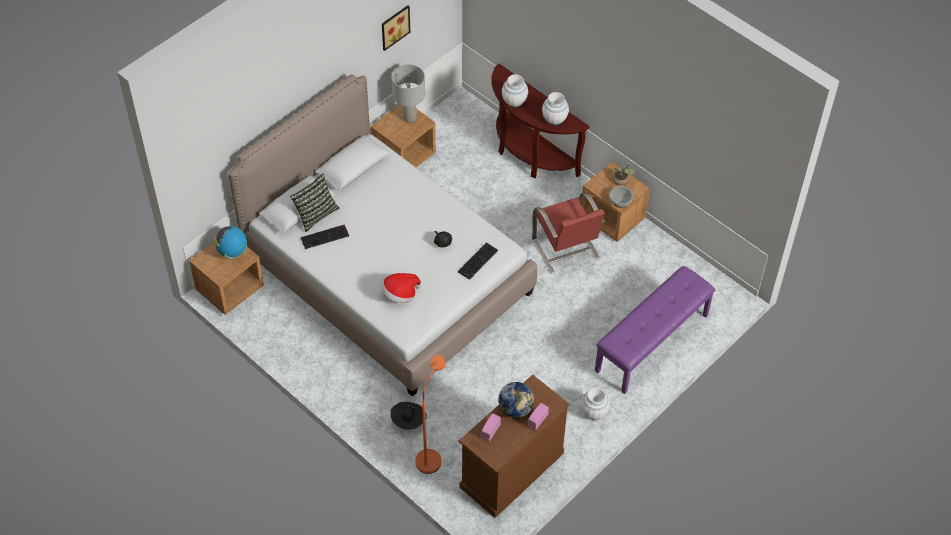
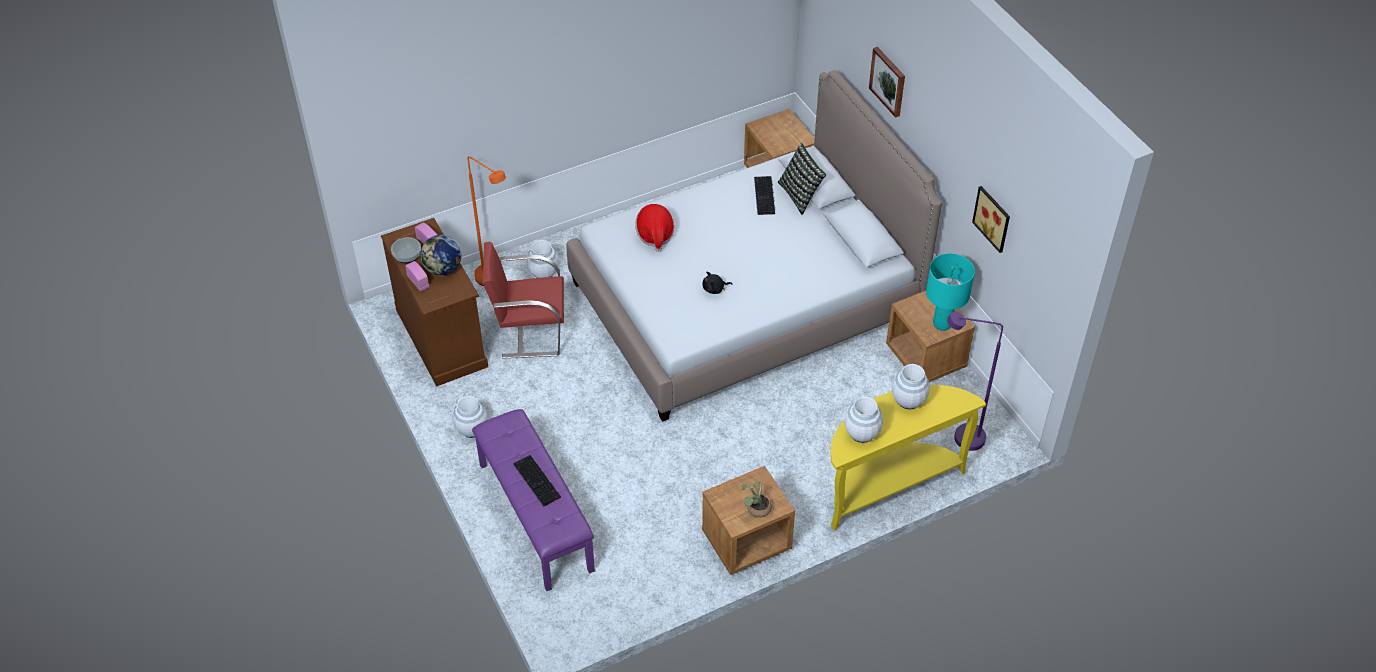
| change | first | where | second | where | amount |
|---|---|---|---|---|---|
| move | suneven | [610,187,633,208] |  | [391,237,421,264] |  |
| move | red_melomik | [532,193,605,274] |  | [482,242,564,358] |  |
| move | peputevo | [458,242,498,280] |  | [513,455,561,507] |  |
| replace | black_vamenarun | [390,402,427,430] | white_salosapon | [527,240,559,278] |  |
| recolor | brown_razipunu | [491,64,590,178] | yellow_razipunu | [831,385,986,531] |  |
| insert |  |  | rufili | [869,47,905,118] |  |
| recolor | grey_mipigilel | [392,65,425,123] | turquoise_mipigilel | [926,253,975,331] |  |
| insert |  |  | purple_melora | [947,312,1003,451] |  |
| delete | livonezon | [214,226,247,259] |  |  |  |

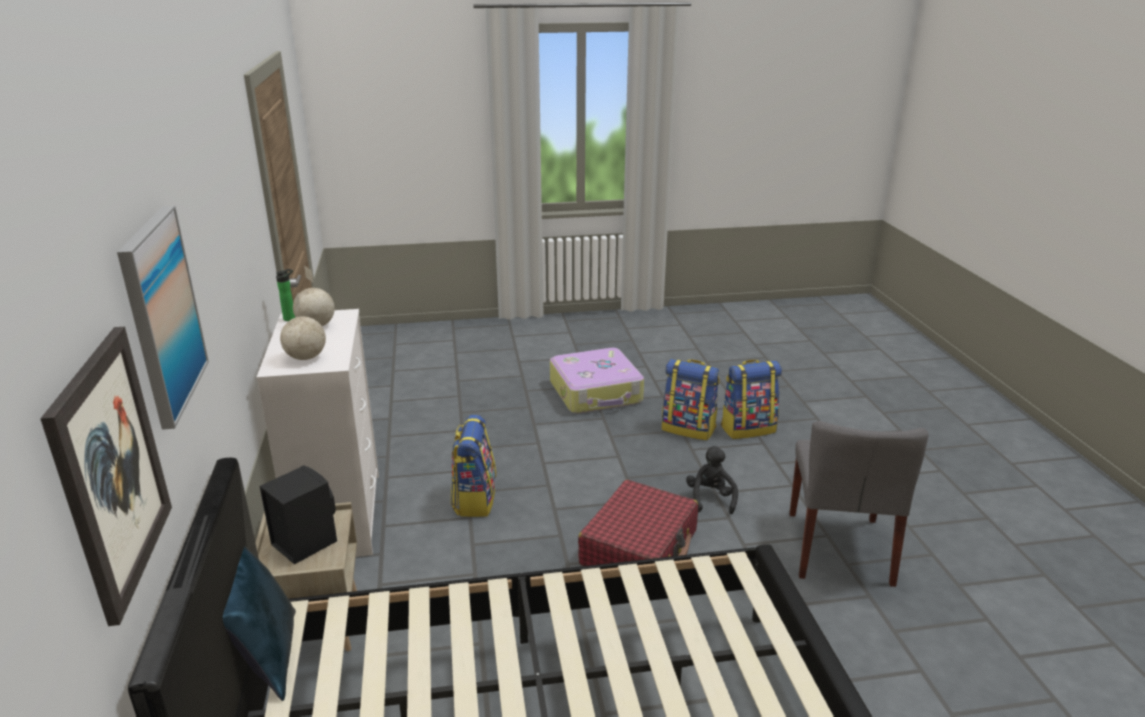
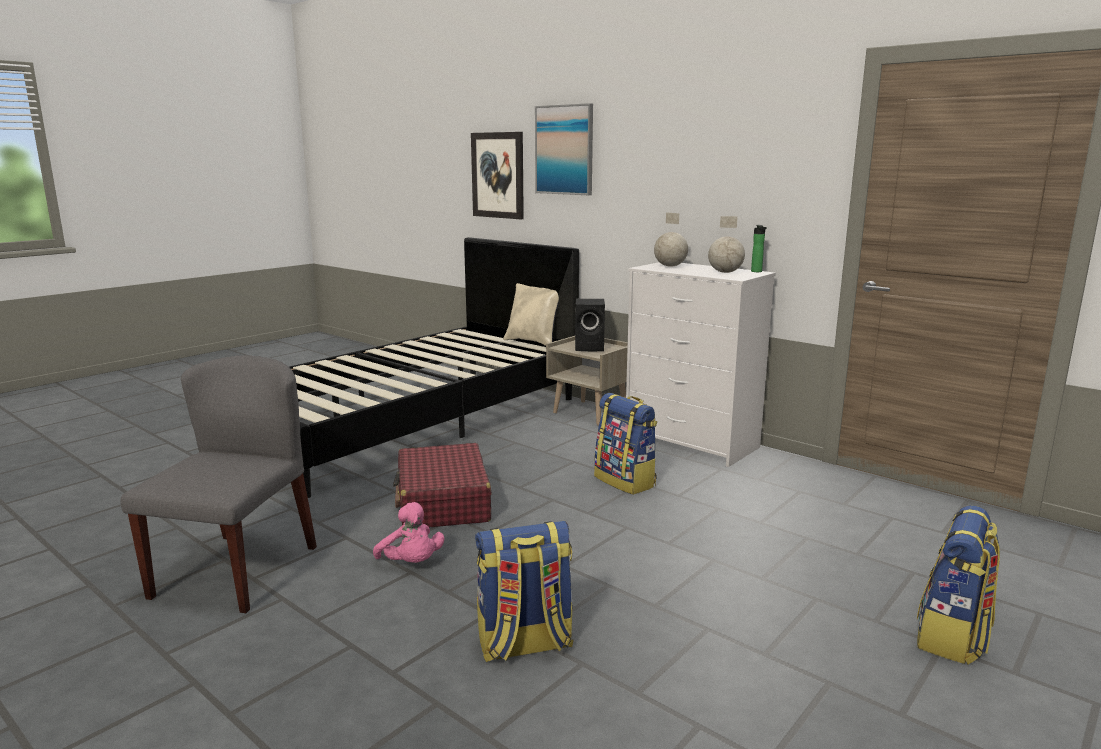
| change | first | where | second | where | amount |
|---|---|---|---|---|---|
| rotate | grey_melomik | [789,421,929,587] |  | [121,355,317,613] | 45 degrees clockwise |
| recolor | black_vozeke | [686,446,738,514] | pink_vozeke | [373,502,445,563] |  |
| recolor | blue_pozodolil | [223,547,296,701] | beige_pozodolil | [503,283,559,346] |  |
| move | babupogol | [721,360,782,439] |  | [917,505,1001,665] |  |
| delete | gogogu | [550,348,644,413] |  |  |  |

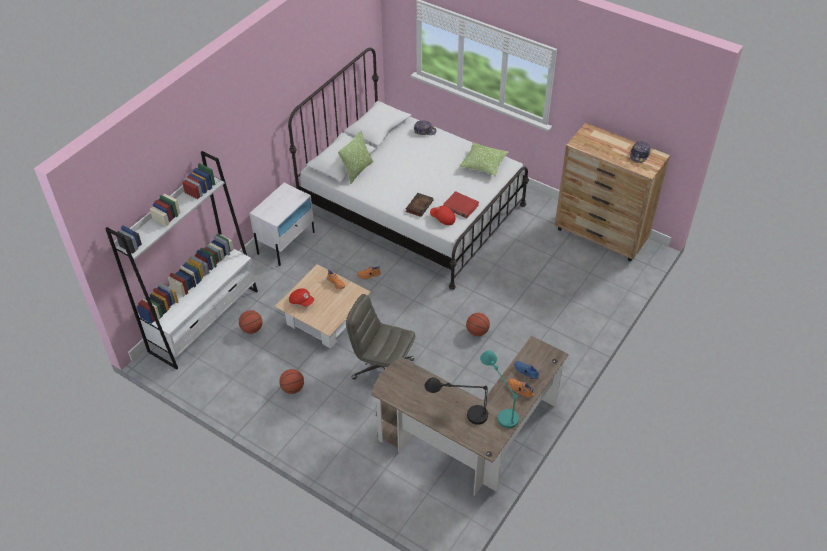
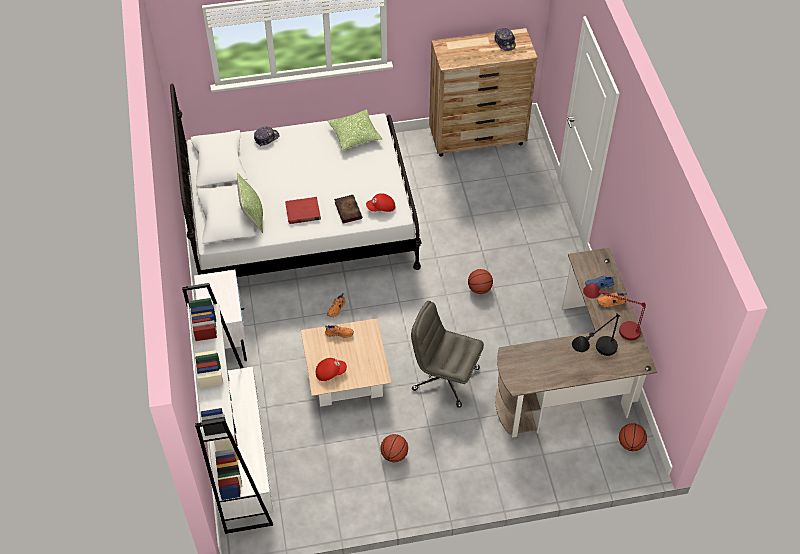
| change | first | where | second | where | amount |
|---|---|---|---|---|---|
| move | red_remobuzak | [443,191,479,218] |  | [285,197,321,224] |  |
| rotate | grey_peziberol | [346,294,415,380] |  | [411,301,484,408] | 45 degrees clockwise |
| recolor | turquoise_mipigilel | [480,350,519,429] | red_mipigilel | [583,283,646,341] |  |
| move | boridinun | [239,310,262,334] |  | [619,423,647,451] |  |

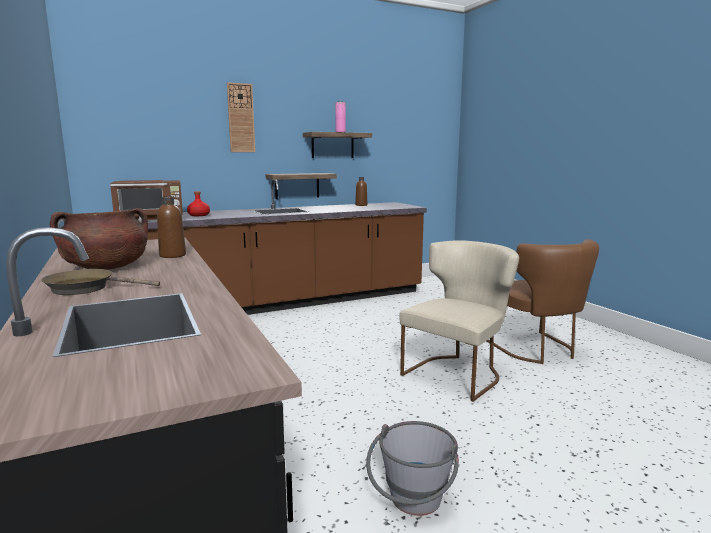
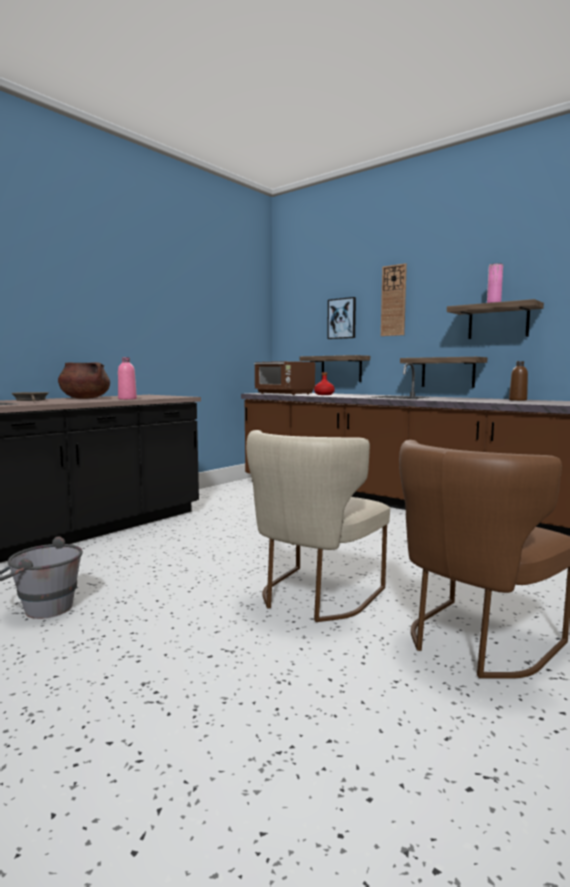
| change | first | where | second | where | amount |
|---|---|---|---|---|---|
| recolor | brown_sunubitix | [157,196,186,258] | pink_sunubitix | [118,357,137,400] |  |
| rotate | beige_melomik | [400,240,519,402] |  | [246,430,390,622] | 105 degrees clockwise |
| insert |  |  | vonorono | [300,355,370,382] |  |
| insert |  |  | rufili | [327,297,356,339] |  |

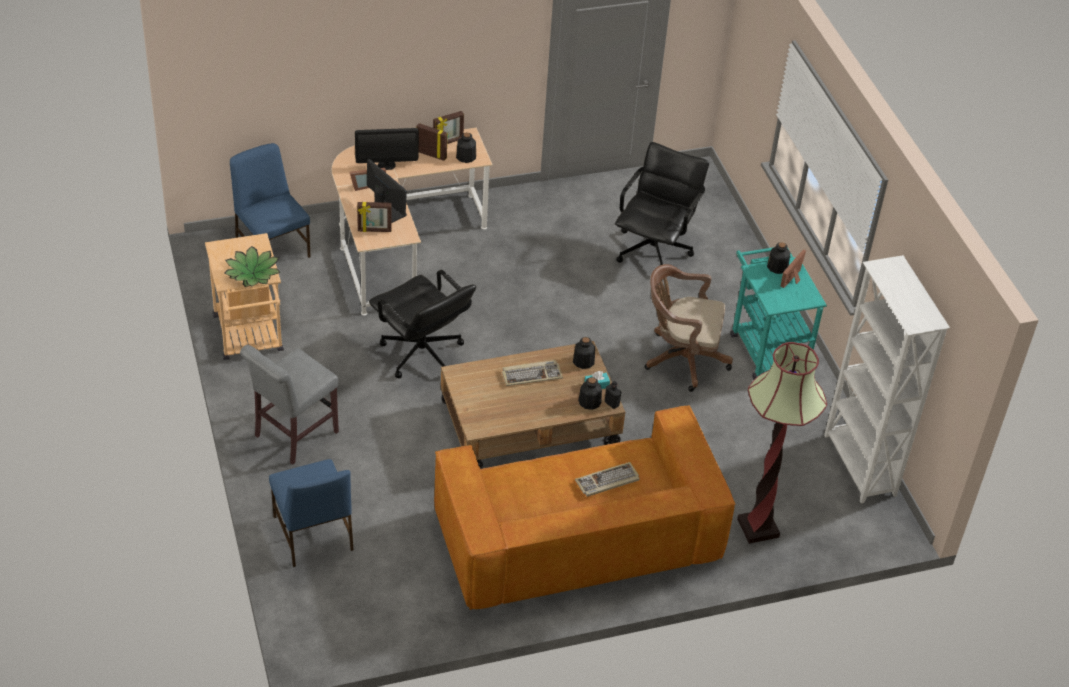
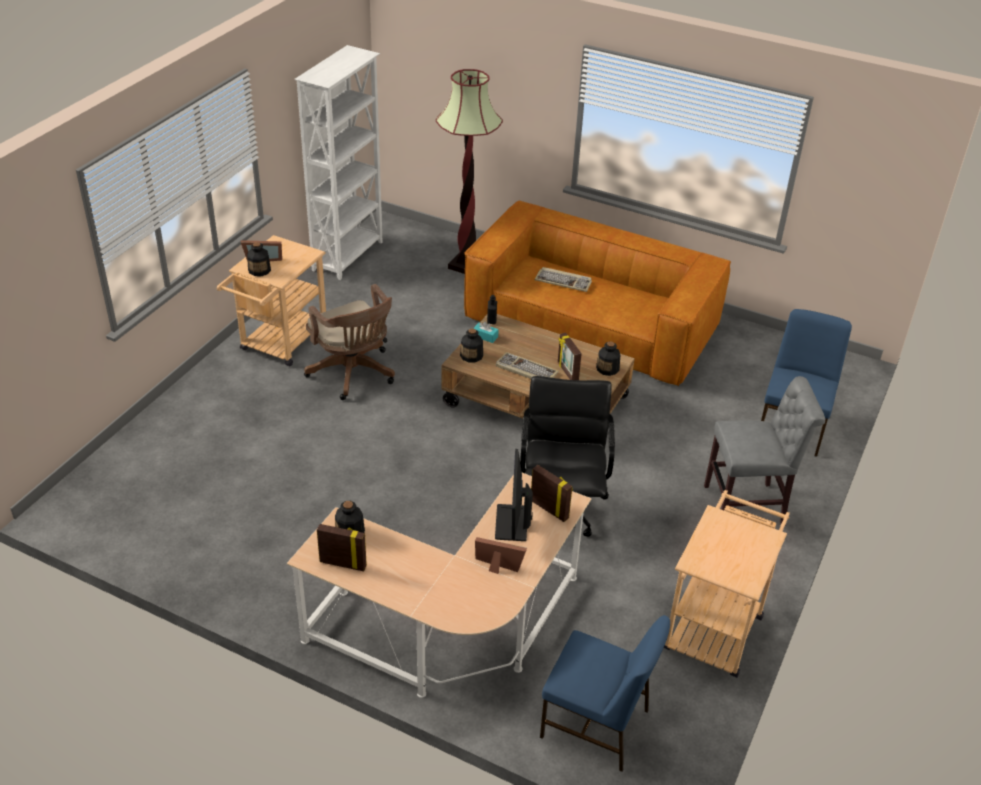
| change | first | where | second | where | amount |
|---|---|---|---|---|---|
| recolor | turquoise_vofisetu | [730,247,827,379] | beige_vofisetu | [217,235,326,367] |  |
| rotate | blue_melomik | [230,143,311,258] |  | [540,615,670,772] | 75 degrees counterclockwise |
| move | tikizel | [416,123,448,161] |  | [558,333,582,380] |  |
| move | sunubitix | [578,377,602,410] |  | [596,341,620,376] |  |
| delete | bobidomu | [224,246,280,287] |  |  |  |
| delete | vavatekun | [355,128,419,170] |  |  |  |
| delete | black_peziberol | [615,142,709,265] |  |  |  |

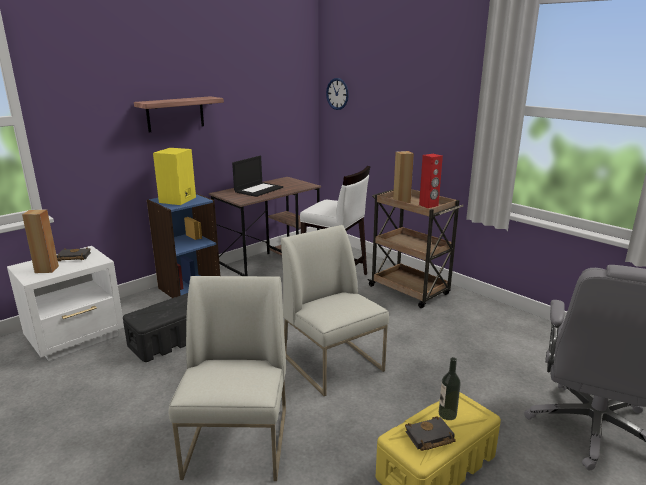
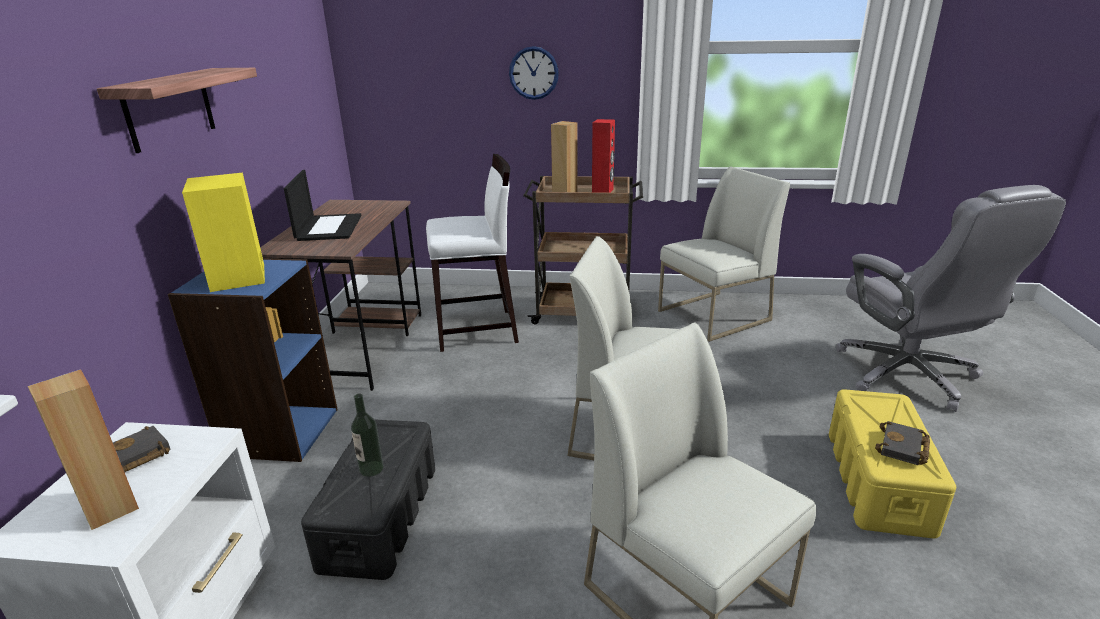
| change | first | where | second | where | amount |
|---|---|---|---|---|---|
| move | sunubitix | [439,357,461,420] |  | [351,393,384,477] |  |
| move | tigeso | [326,78,349,110] |  | [509,46,559,100] |  |
| insert |  |  | white_melomik | [658,167,790,342] |  |

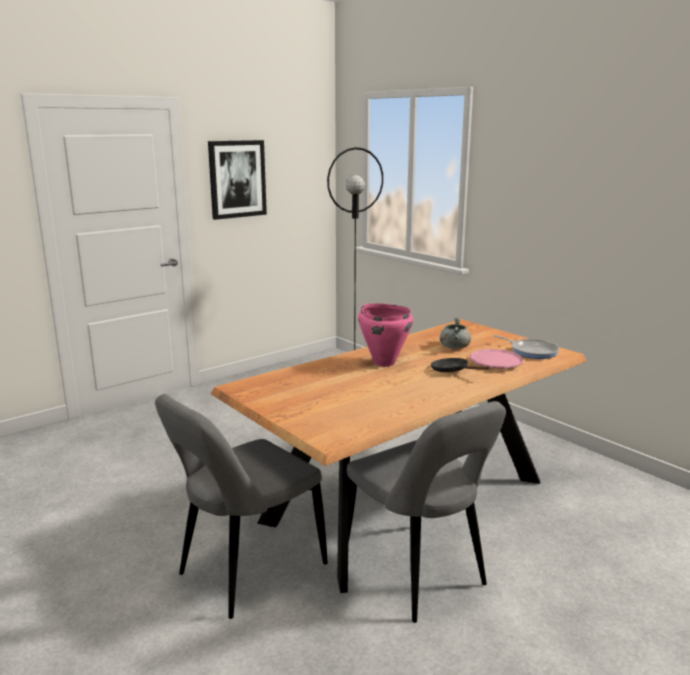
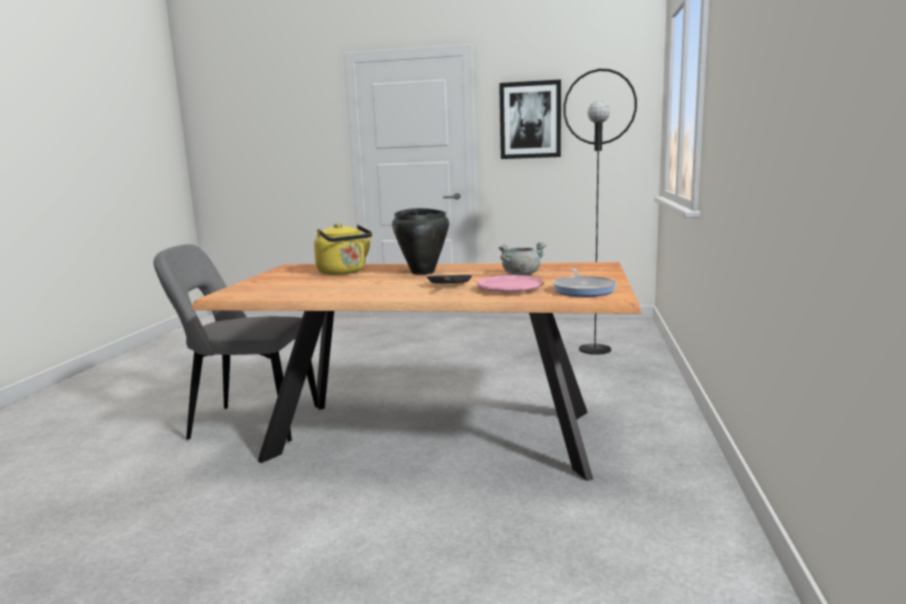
| change | first | where | second | where | amount |
|---|---|---|---|---|---|
| insert |  |  | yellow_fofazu | [314,224,372,275] |  |
| recolor | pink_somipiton | [358,303,414,367] | black_somipiton | [392,208,449,275] |  |
| delete | grey_melomik | [347,401,506,623] |  |  |  |

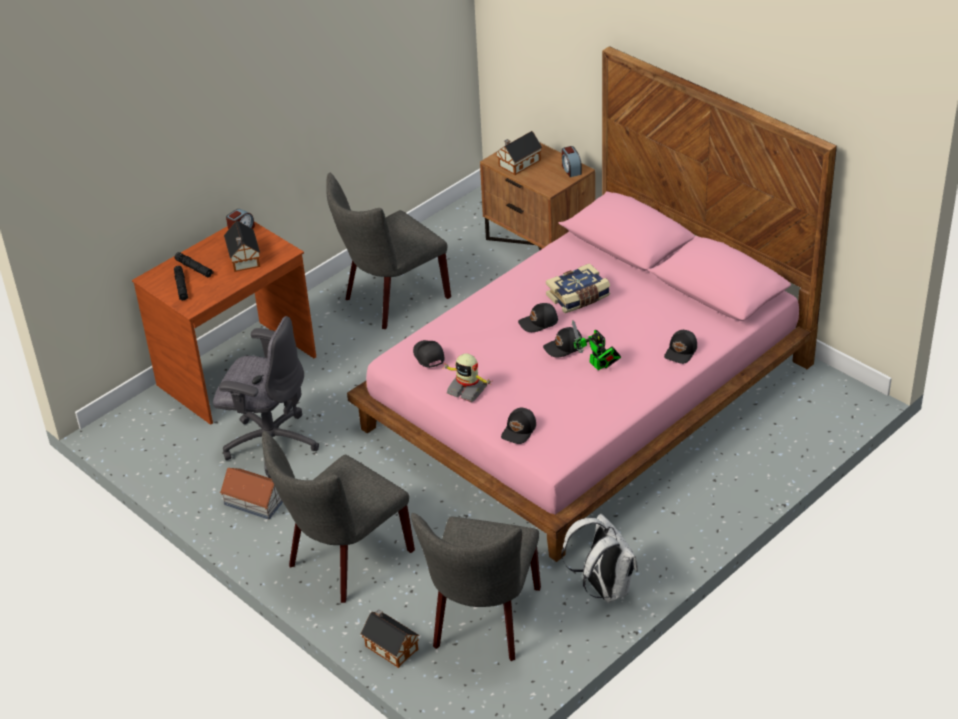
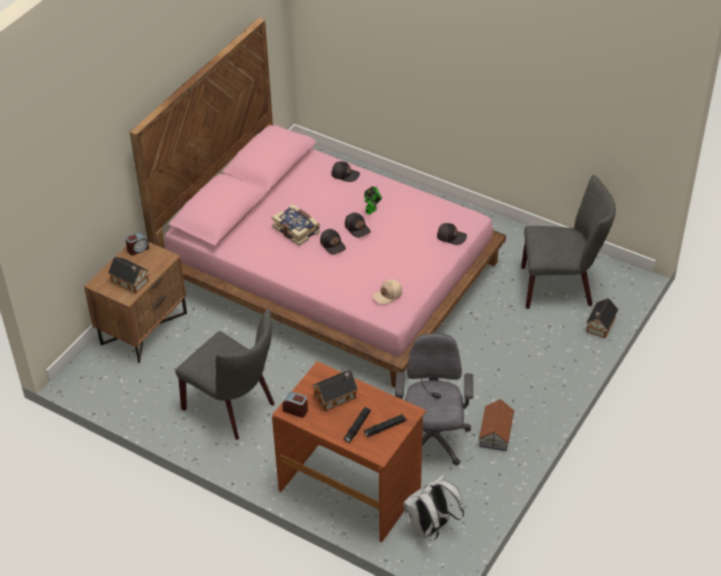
| change | first | where | second | where | amount |
|---|---|---|---|---|---|
| recolor | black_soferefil | [413,340,445,368] | beige_soferefil | [372,279,402,305] |  |
| move | white_babupogol | [561,514,638,603] |  | [403,474,464,541] |  |
| delete | grey_melomik | [262,431,415,603] |  |  |  |
| delete | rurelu | [443,353,493,403] |  |  |  |

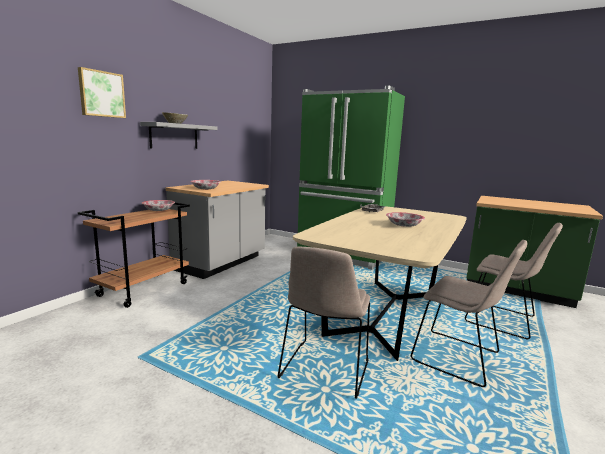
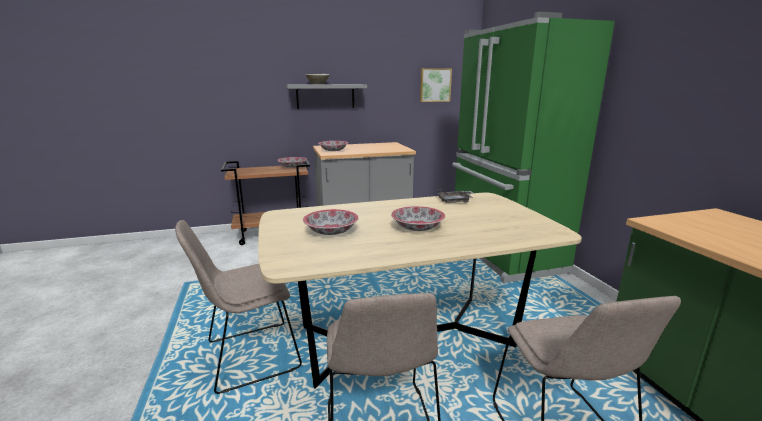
| change | first | where | second | where | amount |
|---|---|---|---|---|---|
| insert |  |  | suneven | [303,209,359,235] |  |
| move | rufili | [78,67,126,118] |  | [420,68,452,102] |  |

